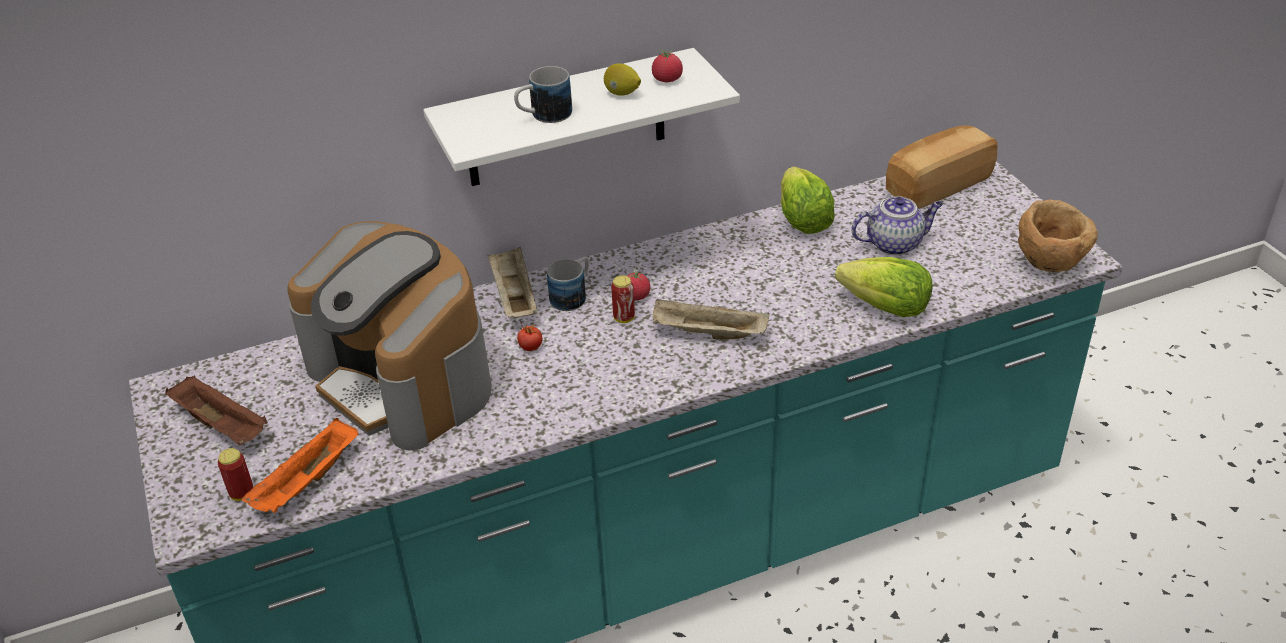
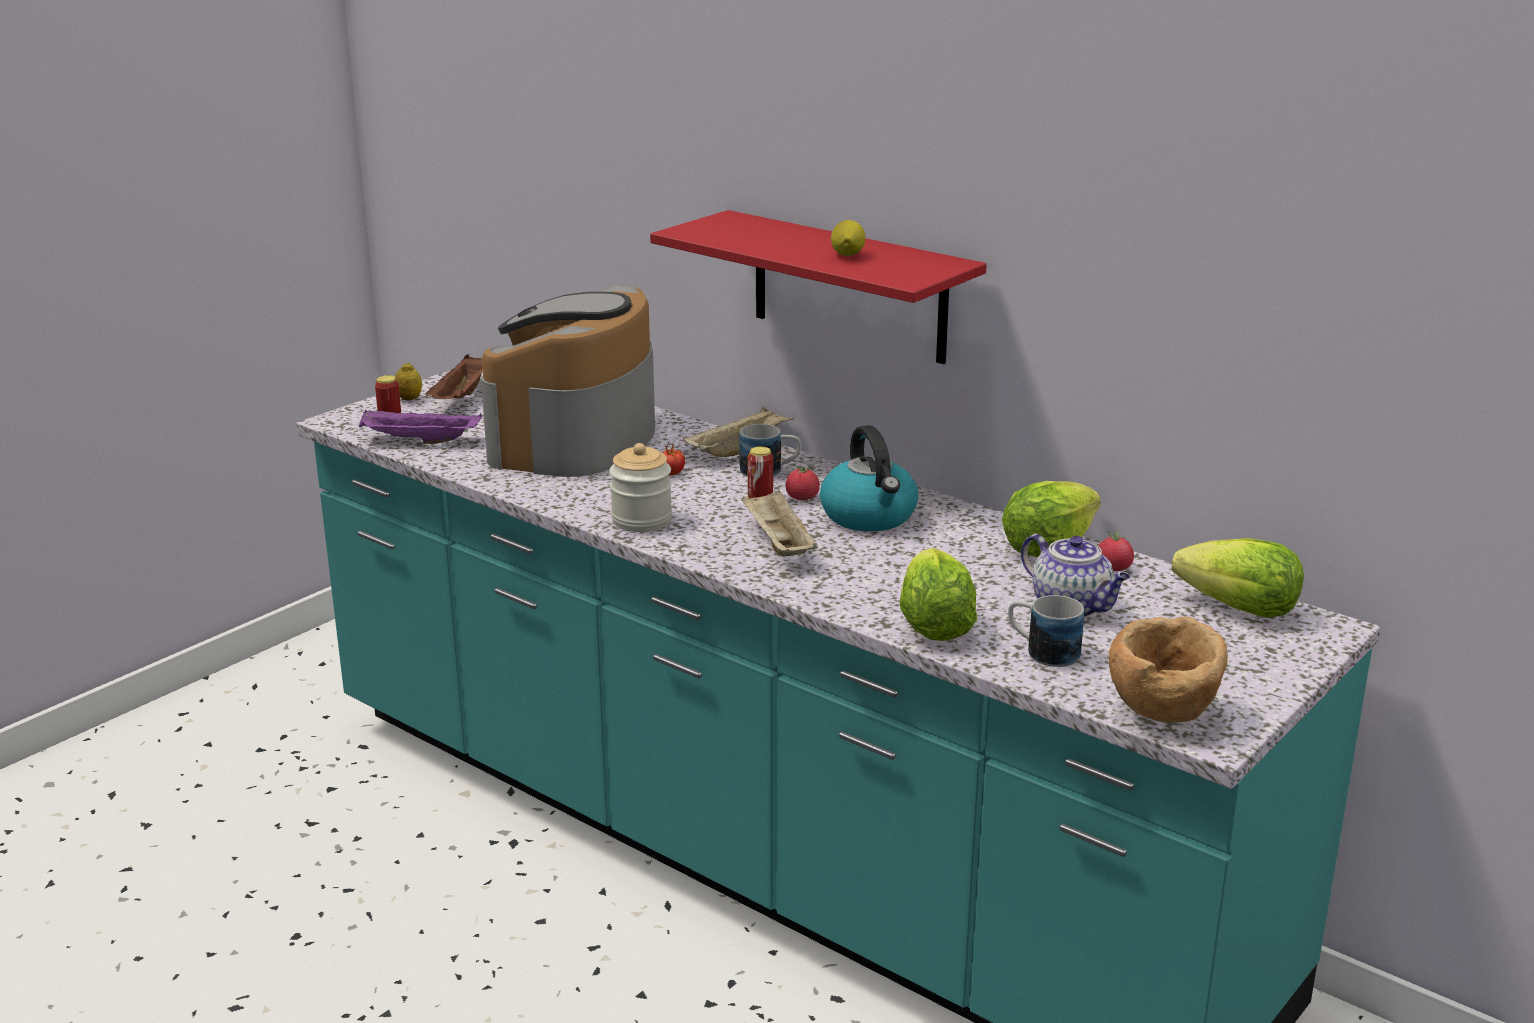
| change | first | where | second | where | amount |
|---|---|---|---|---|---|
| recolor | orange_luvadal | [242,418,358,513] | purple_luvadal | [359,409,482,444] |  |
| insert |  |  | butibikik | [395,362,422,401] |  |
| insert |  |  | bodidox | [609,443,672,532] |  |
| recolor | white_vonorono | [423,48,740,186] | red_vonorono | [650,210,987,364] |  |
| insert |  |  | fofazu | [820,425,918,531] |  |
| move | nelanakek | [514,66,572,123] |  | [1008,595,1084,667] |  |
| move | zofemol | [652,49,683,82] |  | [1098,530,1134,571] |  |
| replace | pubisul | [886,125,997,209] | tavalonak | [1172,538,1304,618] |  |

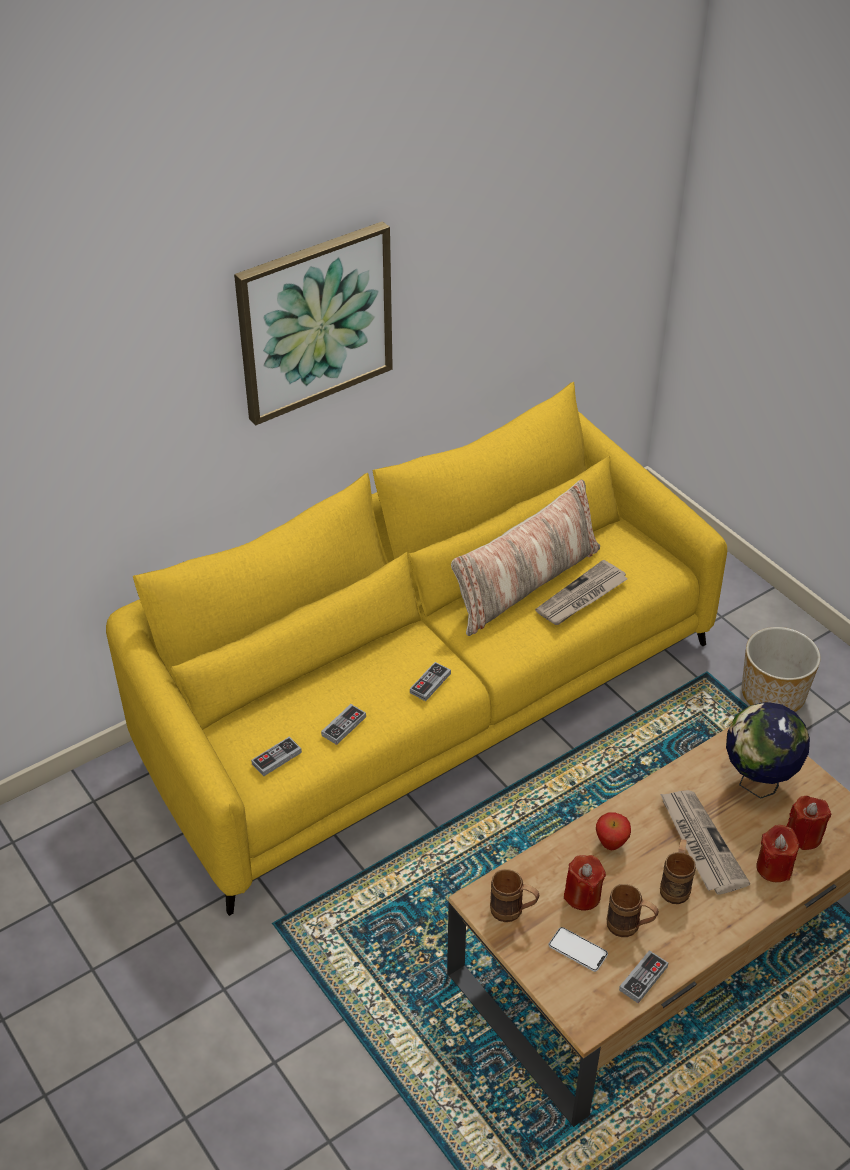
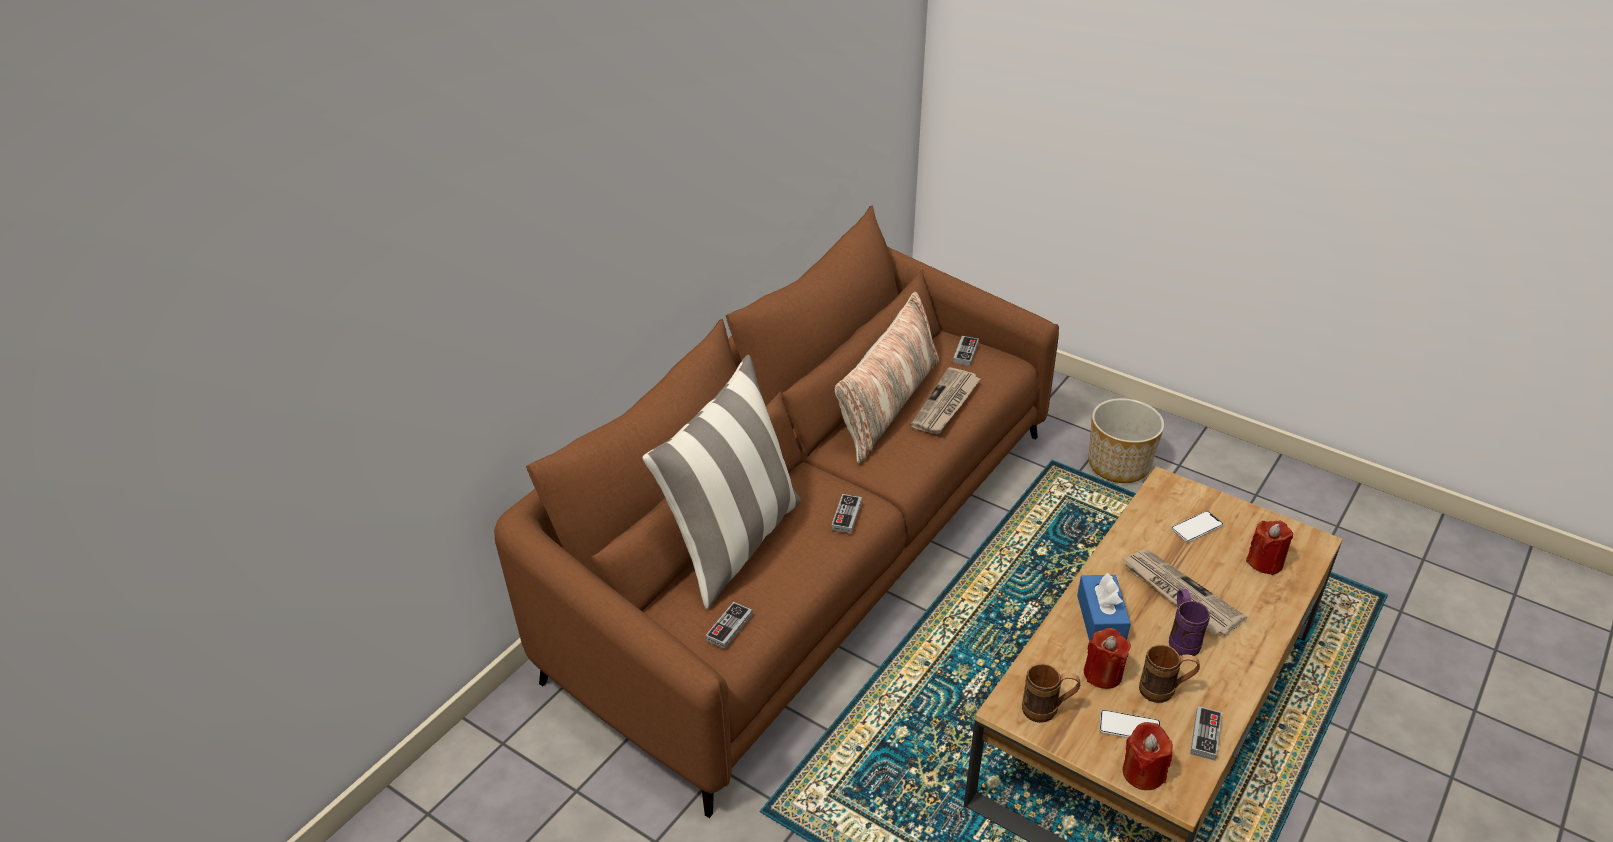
| change | first | where | second | where | amount |
|---|---|---|---|---|---|
| recolor | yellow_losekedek | [106,382,727,916] | brown_losekedek | [494,205,1059,818] |  |
| insert |  |  | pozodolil | [643,355,801,609] |  |
| move | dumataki | [321,704,366,745] |  | [953,336,979,366] |  |
| replace | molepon | [596,812,631,850] | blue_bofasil | [1077,572,1131,642] |  |
| move | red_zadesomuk | [756,825,799,882] |  | [1123,722,1173,790] |  |
| recolor | brown_nelanakek | [660,839,696,904] | purple_nelanakek | [1169,589,1210,656] |  |
| replace | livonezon | [726,702,810,799] | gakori | [1171,511,1223,542] |  |
| delete | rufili | [234,221,393,425] |  |  |  |

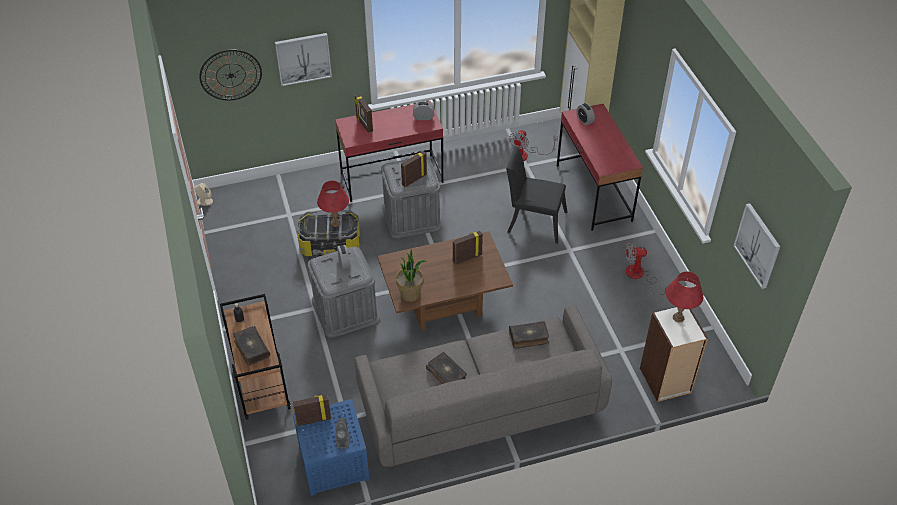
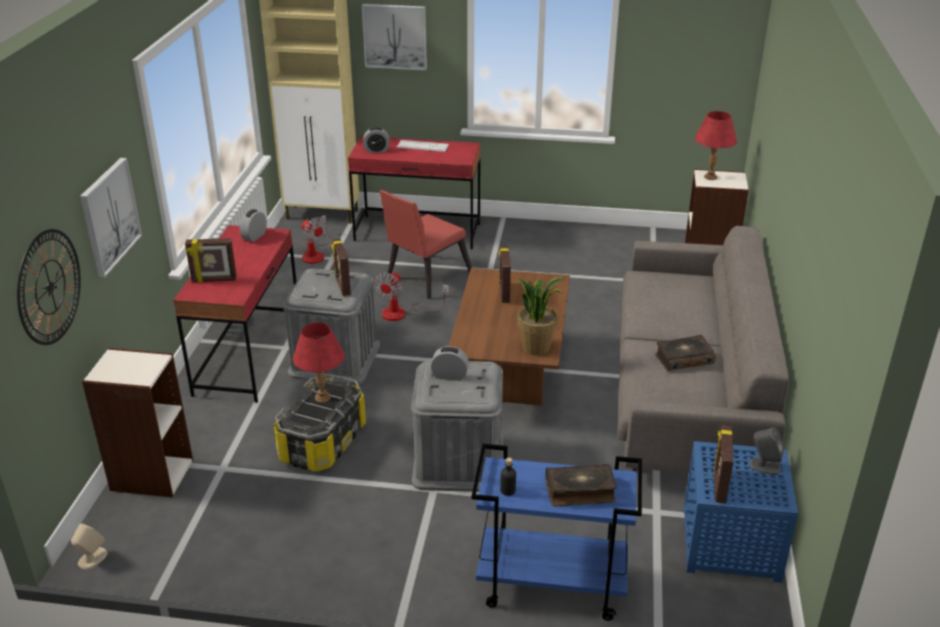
| change | first | where | second | where | amount |
|---|---|---|---|---|---|
| insert |  |  | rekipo | [82,348,193,497] |  |
| move | rufili | [734,203,780,289] |  | [362,4,427,70] |  |
| move | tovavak | [626,241,671,295] |  | [374,272,449,321] |  |
| recolor | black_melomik | [506,146,567,244] | red_melomik | [380,190,472,299] |  |
| insert |  |  | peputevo | [397,140,449,152] |  |
| recolor | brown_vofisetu | [220,294,291,420] | blue_vofisetu | [471,444,642,621] |  |
| delete | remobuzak | [509,321,549,349] |  |  |  |

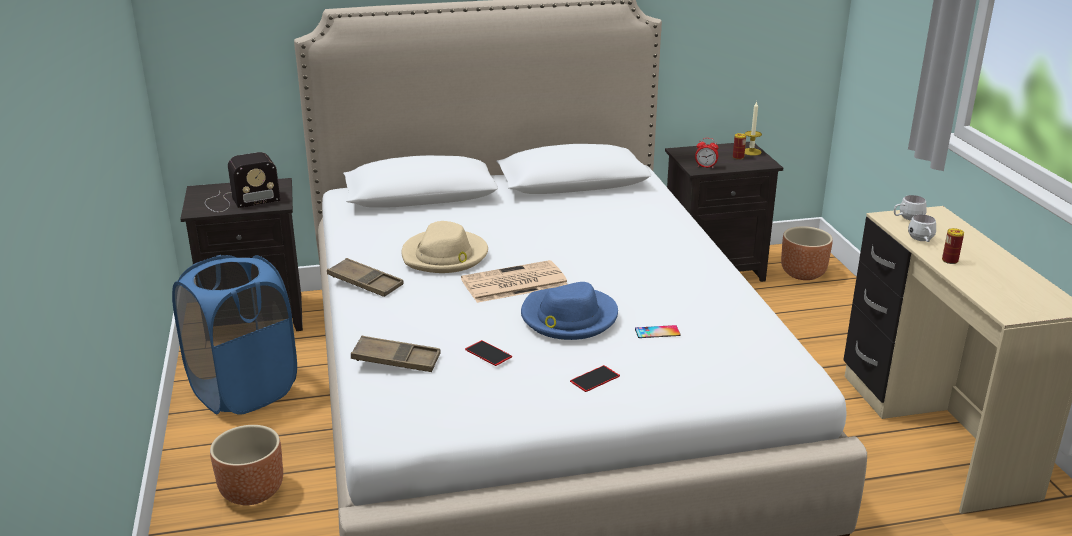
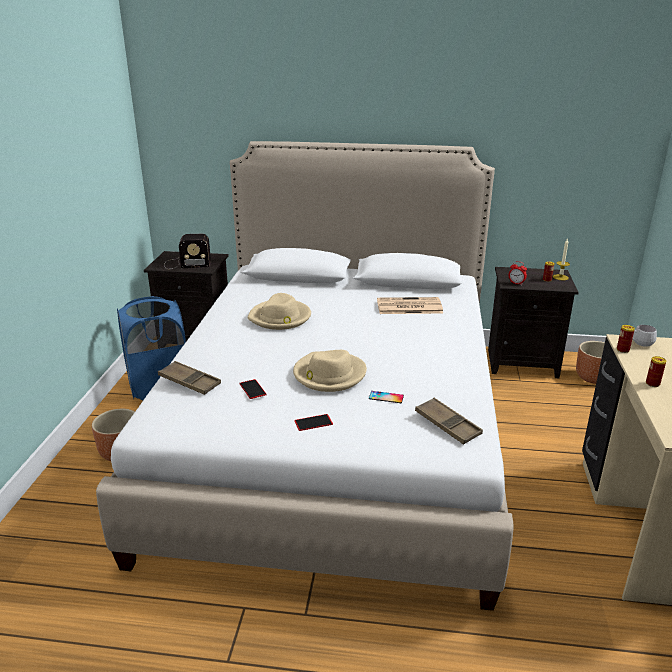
| change | first | where | second | where | amount |
|---|---|---|---|---|---|
| recolor | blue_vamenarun | [521,282,618,340] | beige_vamenarun | [293,350,367,392] |  |
| move | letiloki | [461,260,567,303] |  | [377,297,443,314] |  |
| move | brown_luvadal | [327,258,404,297] |  | [415,398,483,445] |  |
| insert |  |  | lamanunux | [617,325,635,353] |  |
| delete | white_nelanakek | [908,214,936,242] |  |  |  |

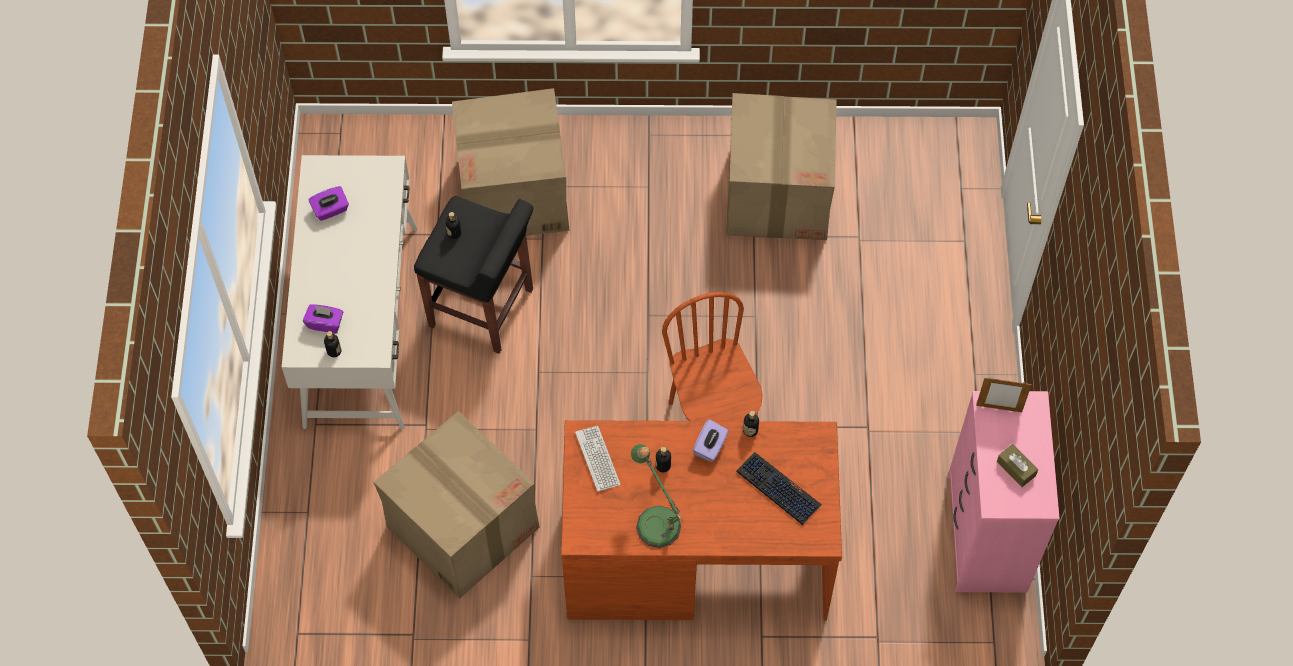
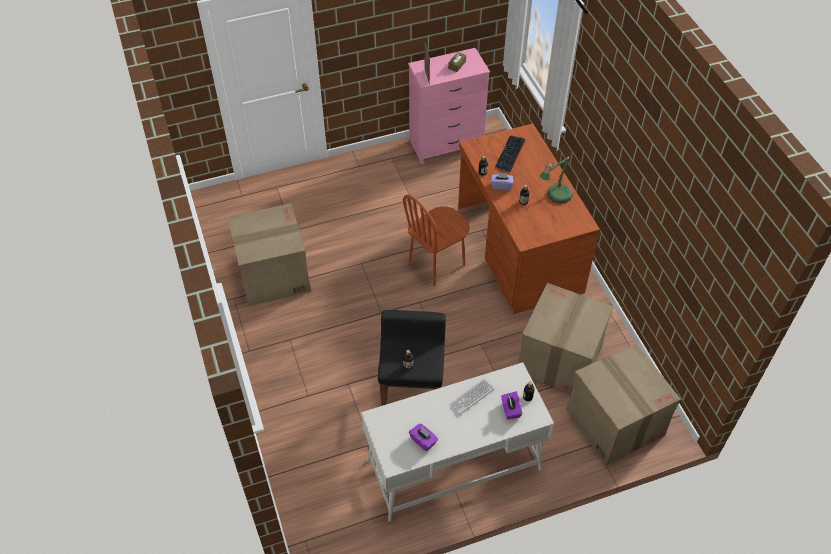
| change | first | where | second | where | amount |
|---|---|---|---|---|---|
| move | peputevo | [575,426,621,492] |  | [449,379,495,415] |  |
| move | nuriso | [452,88,569,236] |  | [566,344,681,466] |  |

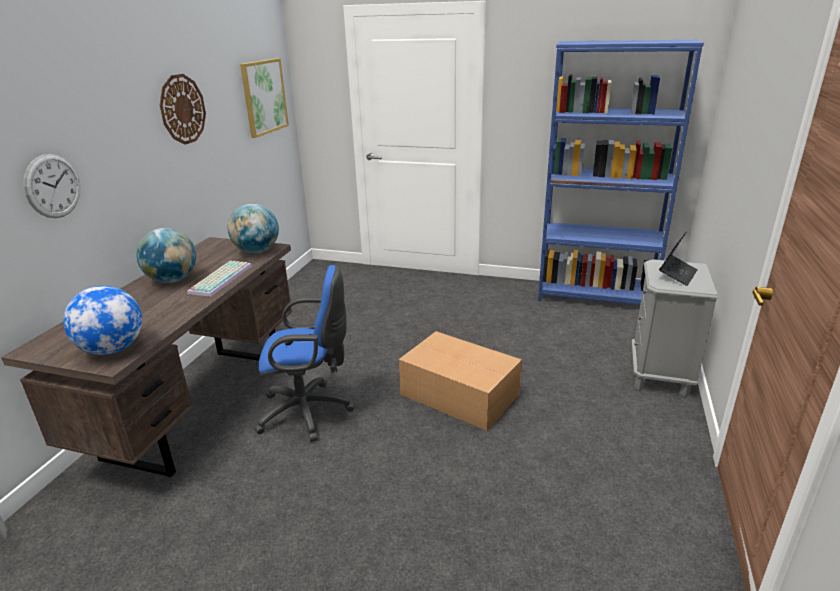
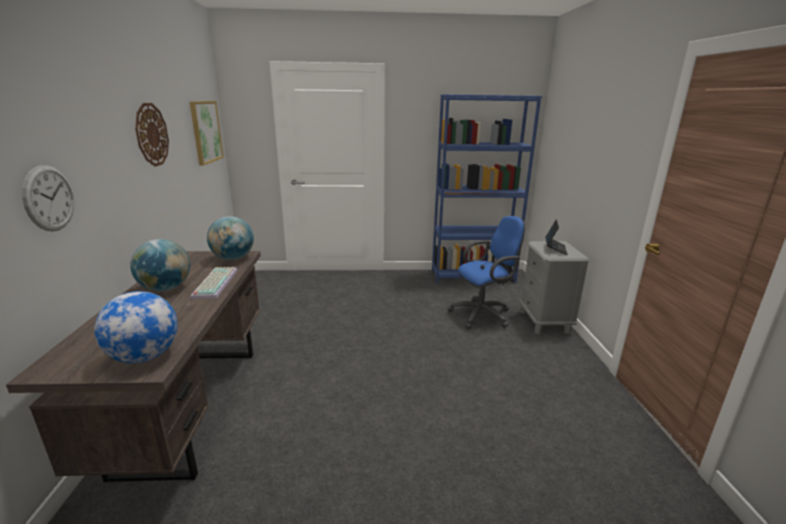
| change | first | where | second | where | amount |
|---|---|---|---|---|---|
| move | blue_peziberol | [254,265,355,442] |  | [448,216,525,329] |  |
| delete | nuriso | [399,331,522,431] |  |  |  |

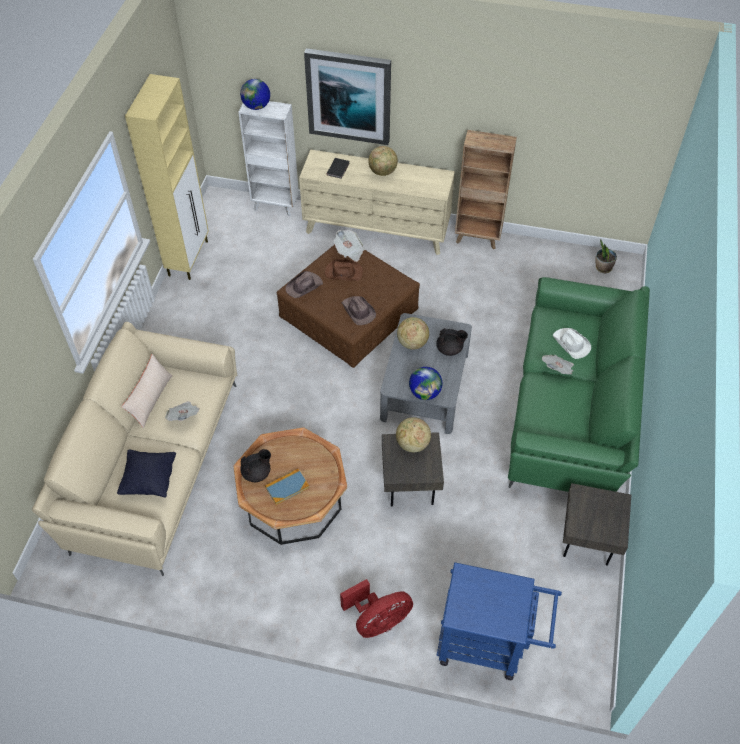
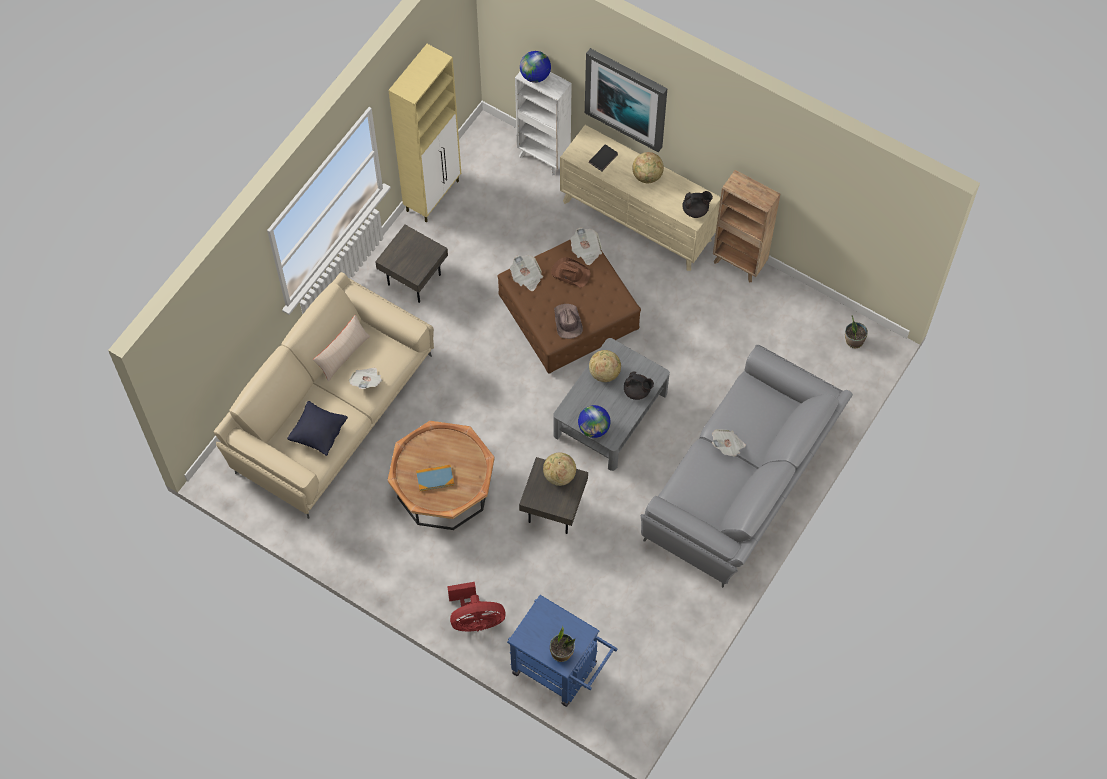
| change | first | where | second | where | amount |
|---|---|---|---|---|---|
| move | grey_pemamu | [563,483,631,566] |  | [375,225,448,303] |  |
| replace | brown_vamenarun | [285,271,323,298] | letiloki | [510,255,543,291] |  |
| insert |  |  | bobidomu | [550,626,575,662] |  |
| recolor | green_losekedek | [508,277,650,492] | grey_losekedek | [641,345,853,588] |  |
| move | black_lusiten | [240,449,271,482] |  | [682,191,713,218] |  |
| delete | white_vamenarun | [553,328,591,359] |  |  |  |

